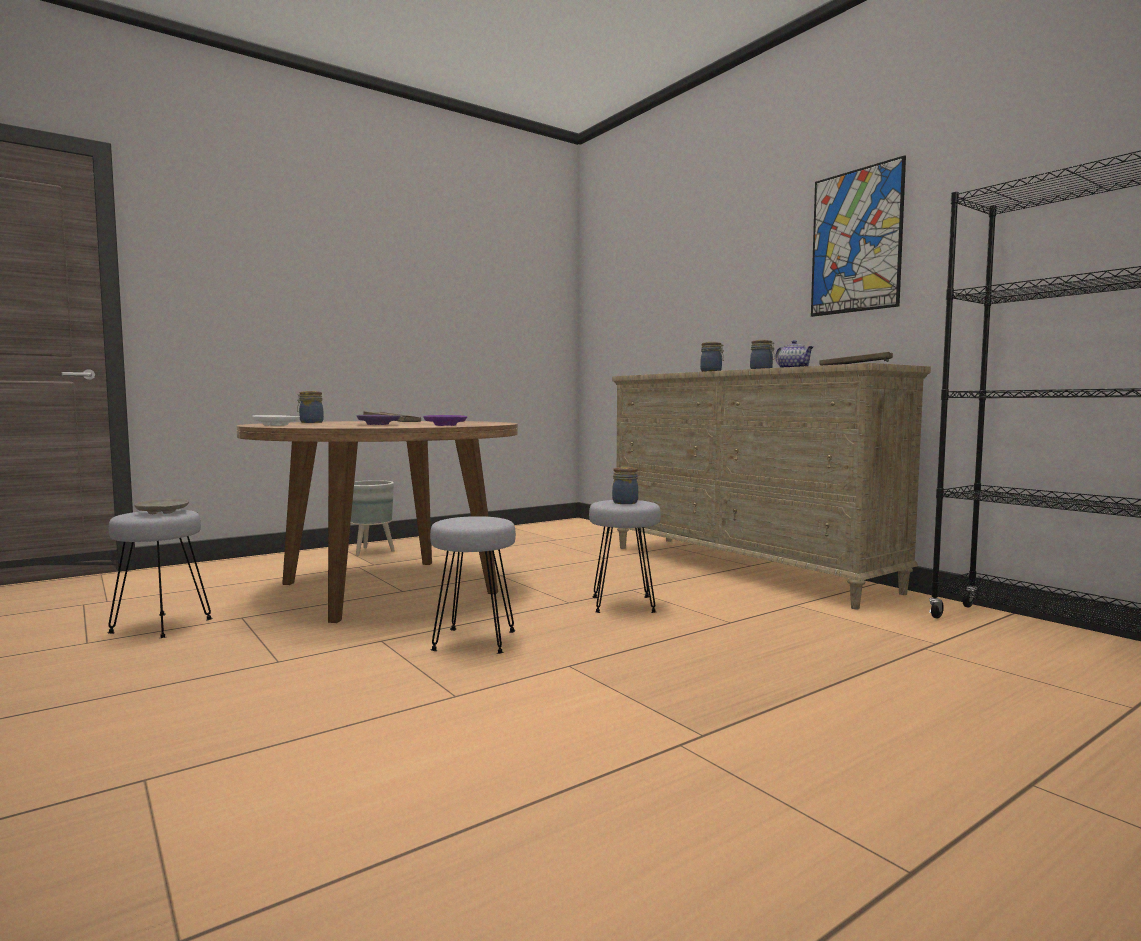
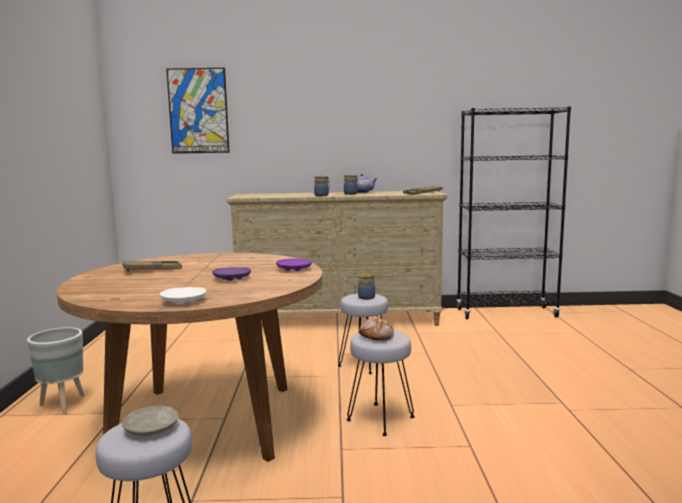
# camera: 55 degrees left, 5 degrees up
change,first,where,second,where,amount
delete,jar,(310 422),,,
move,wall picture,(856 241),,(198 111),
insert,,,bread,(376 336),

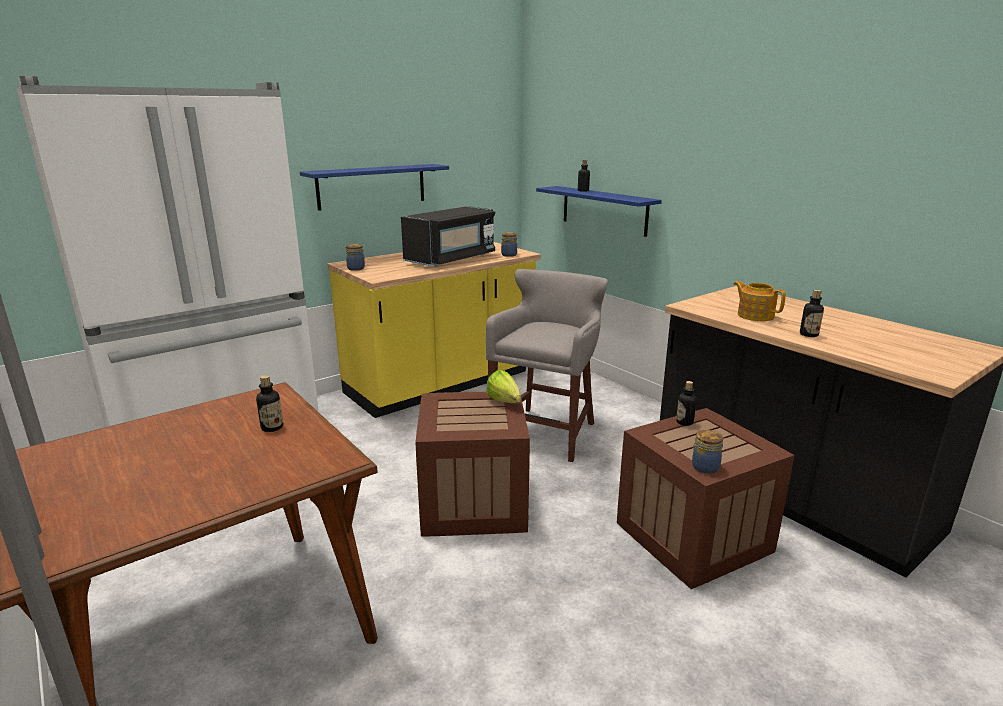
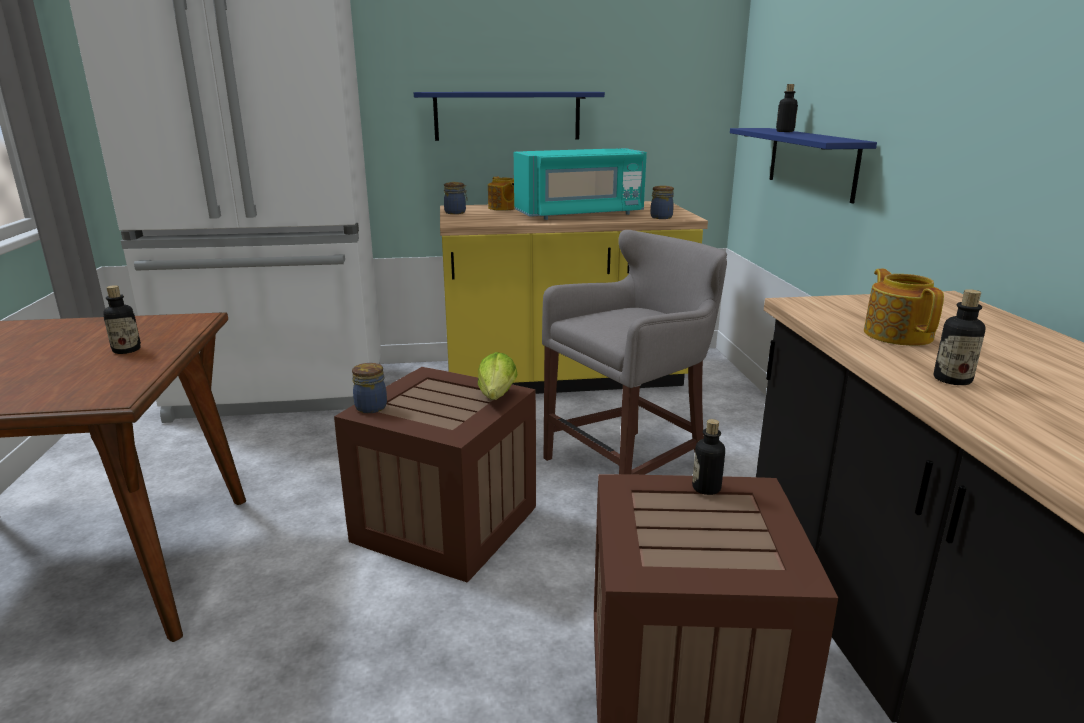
# camera: 30 degrees right, 0 degrees up
change,first,where,second,where,amount
recolor,microwave (black),(451 259),microwave (blue-green),(580 214),
move,jar,(704 466),,(371 407),
insert,,,teapot,(503 208),

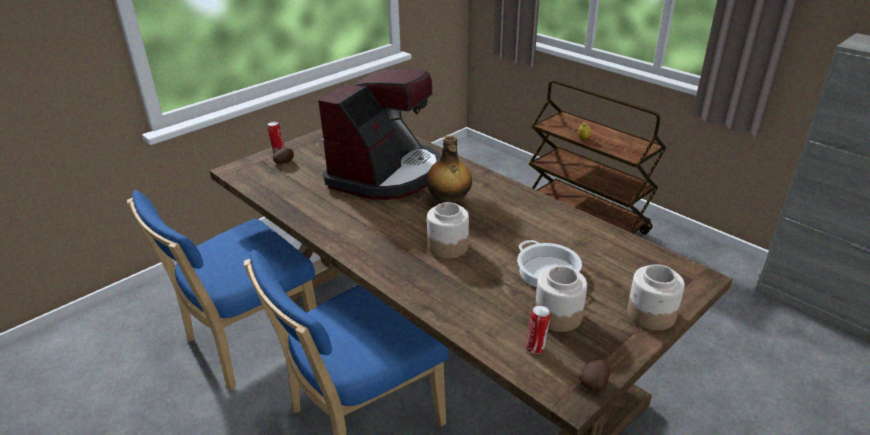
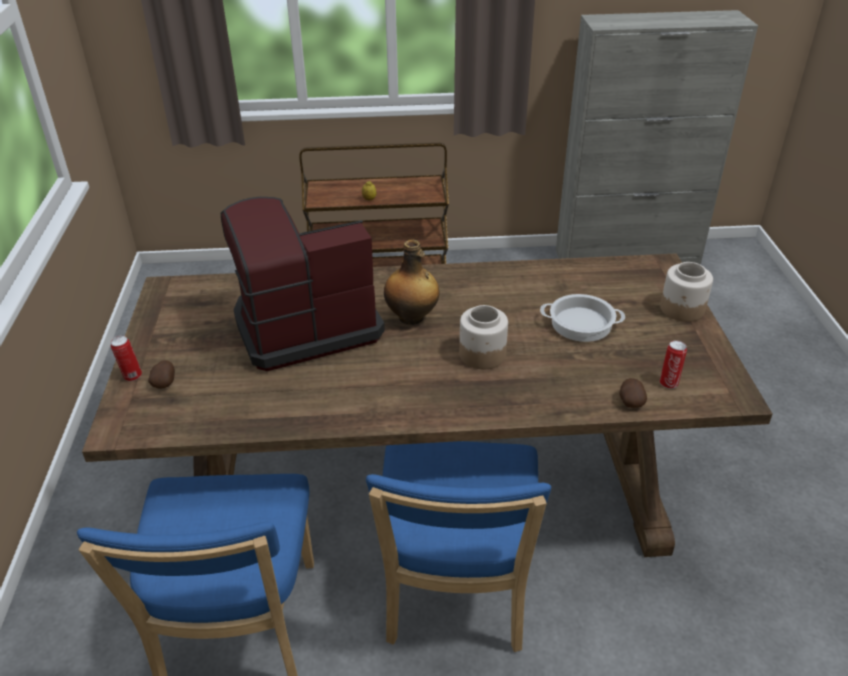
# camera: 50 degrees left, 5 degrees up
change,first,where,second,where,amount
rotate,coffee brewer,(386 174),,(304 326),90 degrees counterclockwise
delete,jar,(557 315),,,
move,whole potato,(594 383),,(630 401),

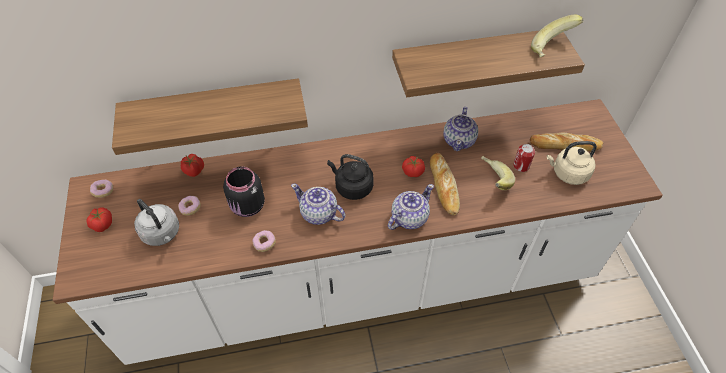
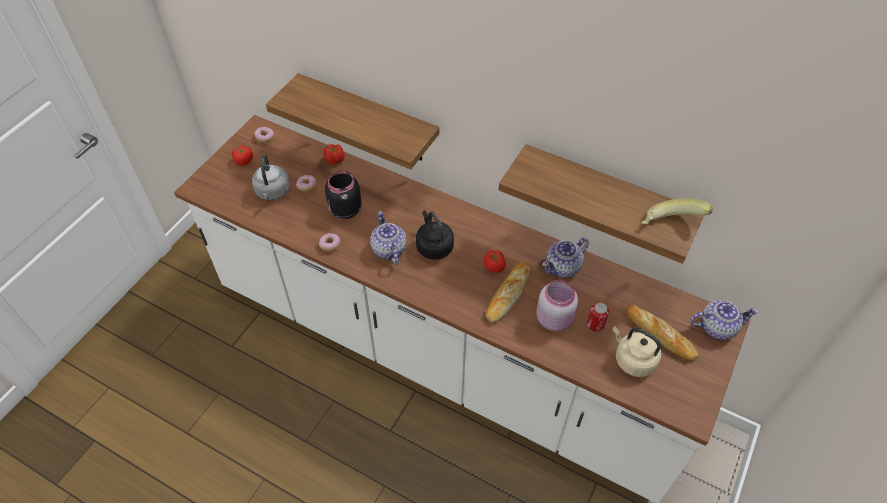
# camera: 40 degrees right, 0 degrees up
change,first,where,second,where,amount
move,teapot,(408 218),,(716 327),
replace,whole banana,(492 181),jar (pinkish),(554 318),

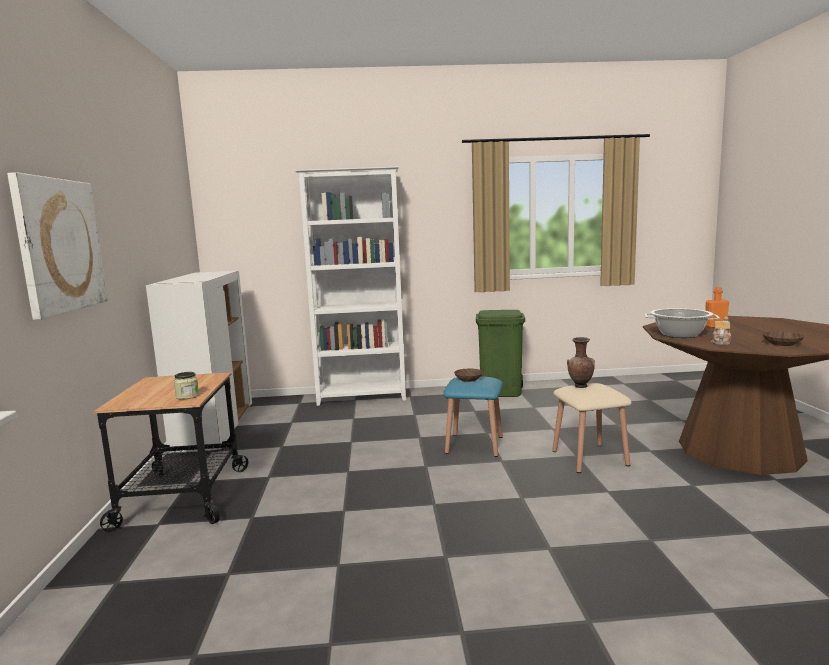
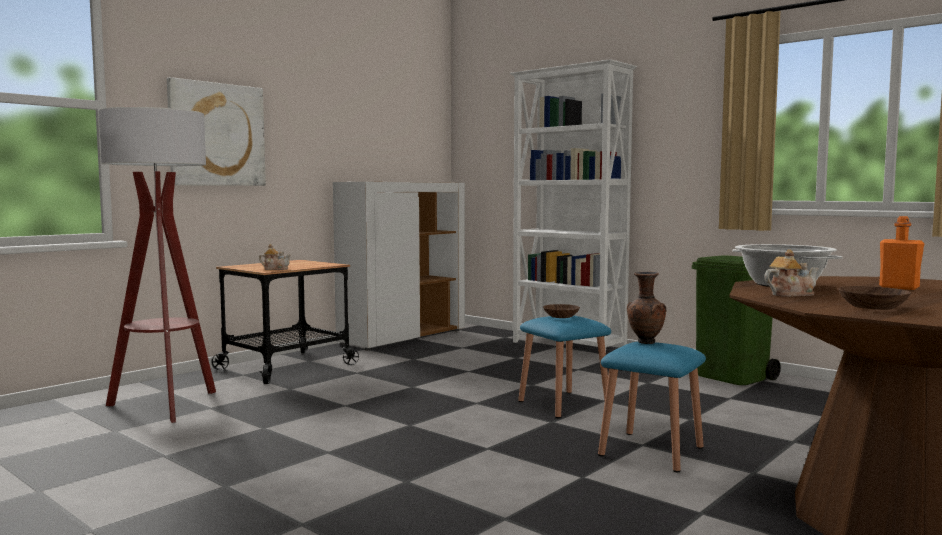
# camera: 45 degrees right, 5 degrees down
change,first,where,second,where,amount
replace,jar,(187 396),teapot,(275 269),
recolor,stool (beige-coloured),(589 458),stool (blue-coloured),(651 451),
insert,,,standard lamp,(165 406),

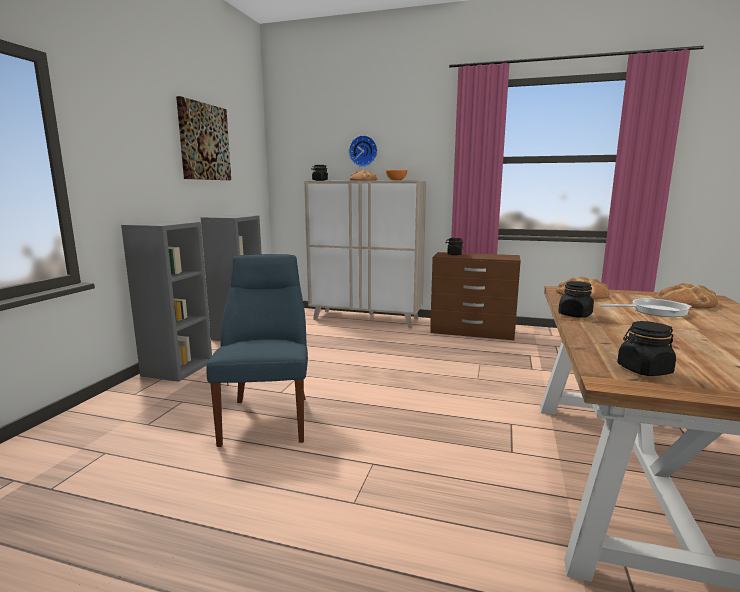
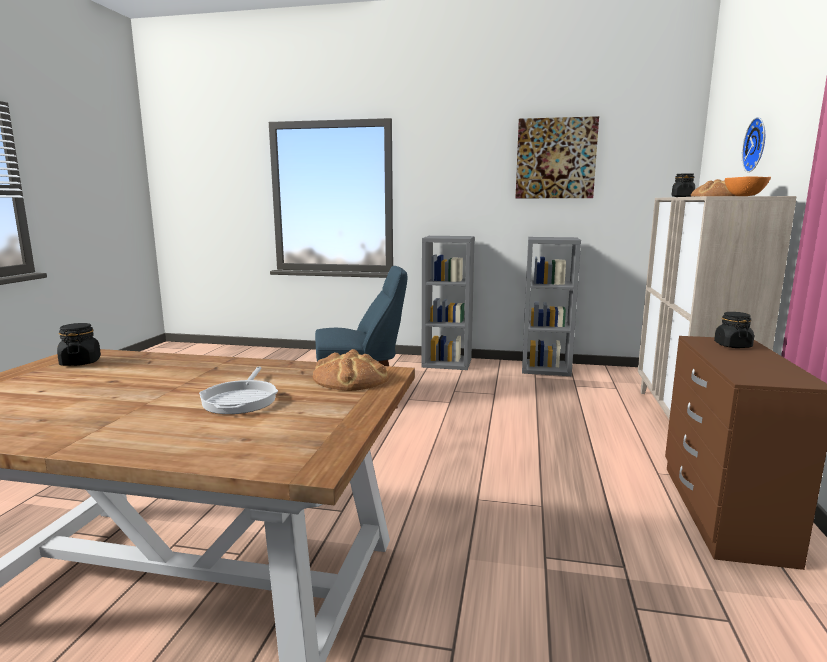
# camera: 85 degrees right, 0 degrees up
change,first,where,second,where,amount
delete,jar (black),(575 315),,,
delete,bread,(685 302),,,

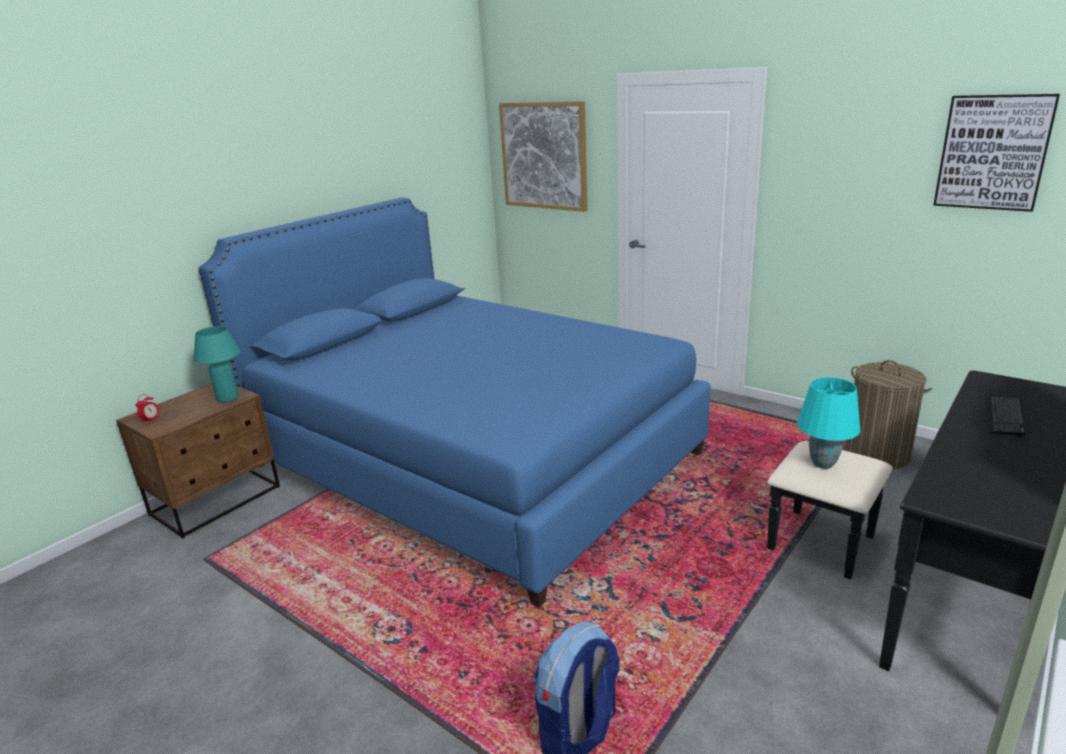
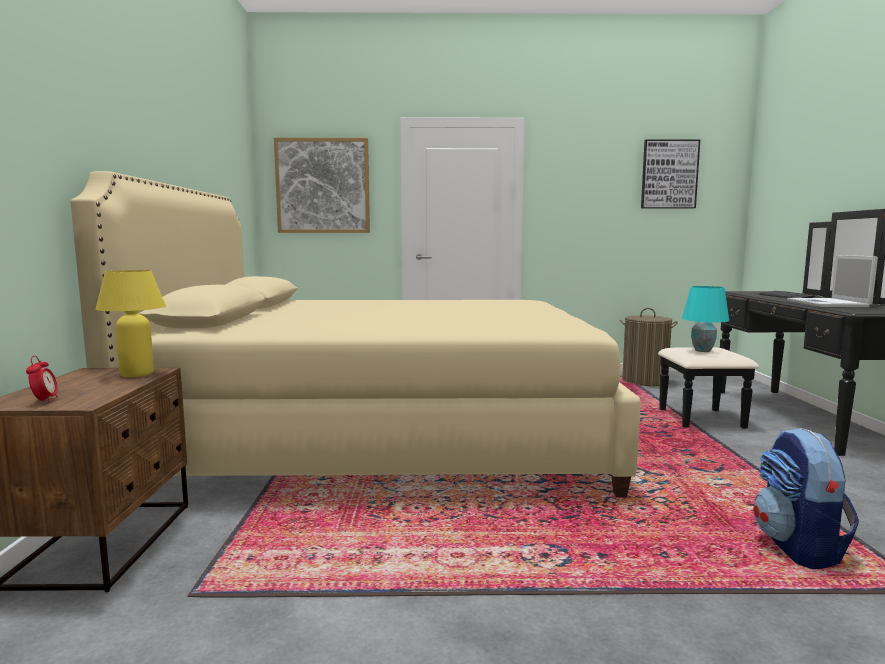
# camera: 40 degrees left, 15 degrees down
change,first,where,second,where,amount
recolor,tabletop lamp (blue-green),(228 398),tabletop lamp (yellow-coloured),(137 374),
recolor,bedroom bed (blue-coloured),(473 459),bedroom bed (beige-coloured),(385 437),
insert,,,portable computer,(828 304),

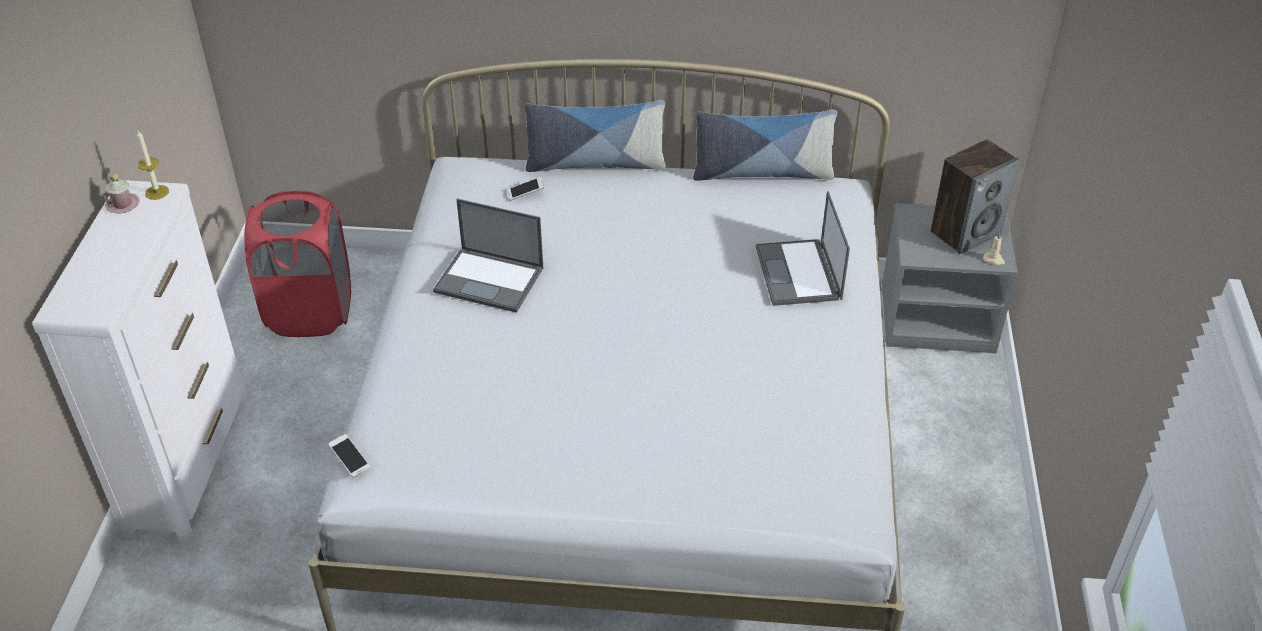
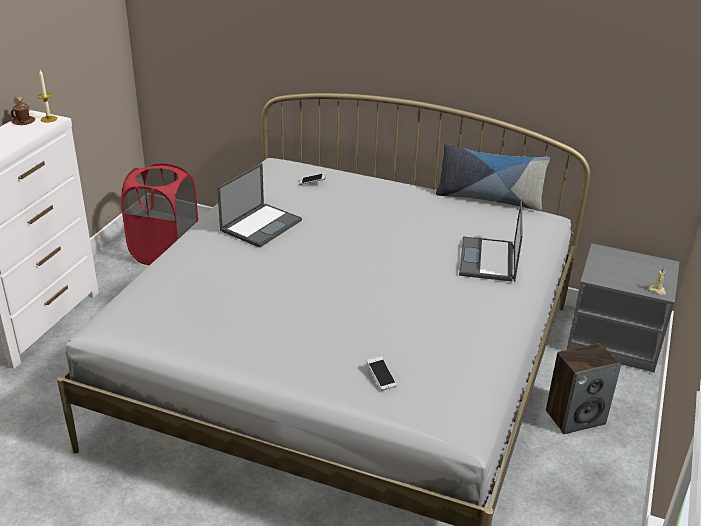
# camera: 15 degrees right, 10 degrees down
change,first,where,second,where,amount
recolor,mug (pinkish),(123 204),mug (brown-coloured),(23 121),
move,telephone,(350 460),,(381 377),
rotate,portable computer,(490 280),,(261 225),90 degrees counterclockwise
delete,cushion,(595 163),,,
move,loudspeaker,(965 232),,(575 417),

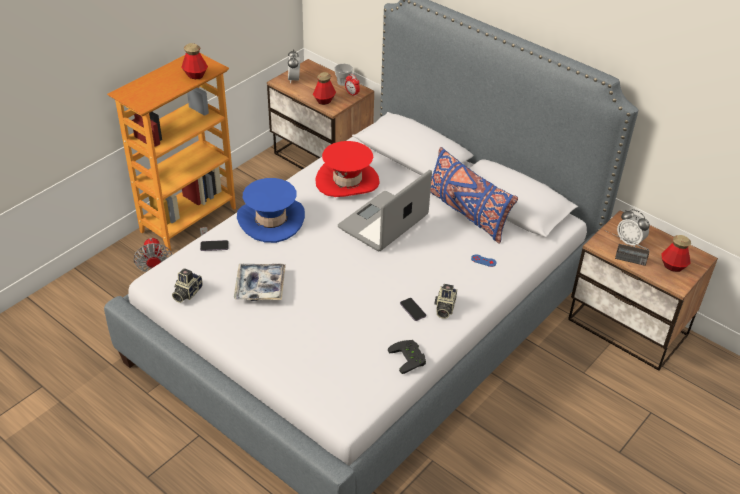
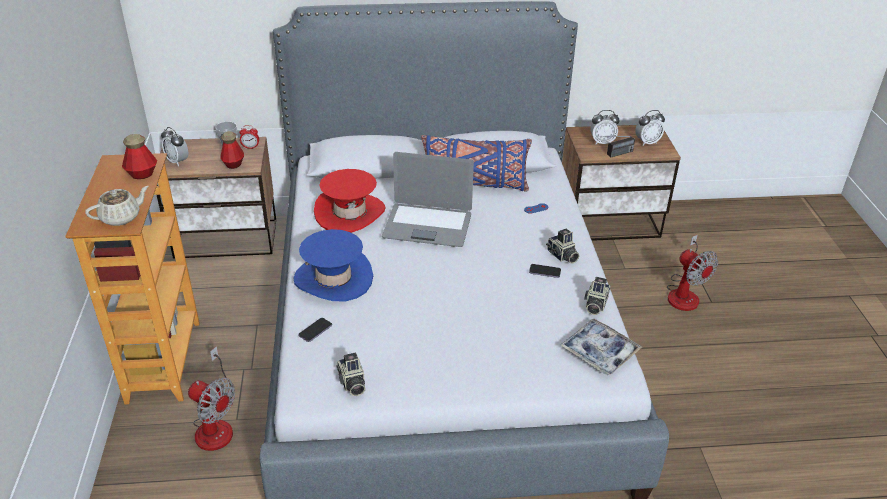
# camera: 45 degrees left, 5 degrees down
change,first,where,second,where,amount
move,tray,(260 286),,(599 352),
rotate,portable computer,(384 223),,(427 225),75 degrees counterclockwise
replace,game controller (black),(410 358),photo camera,(595 305),
replace,bottle,(673 266),table clock,(647 142),
insert,,,teapot (beige-coloured),(121 217),
insert,,,cooling fan,(684 293),

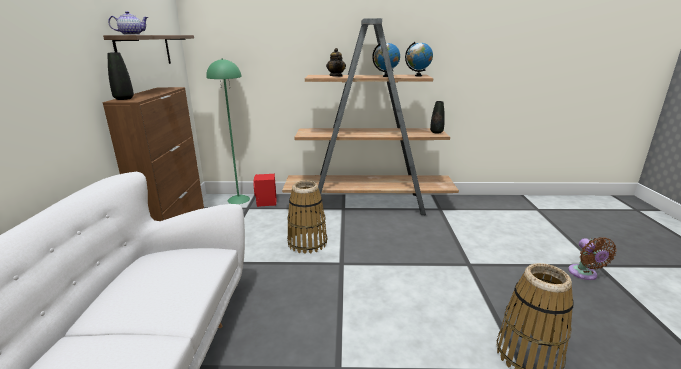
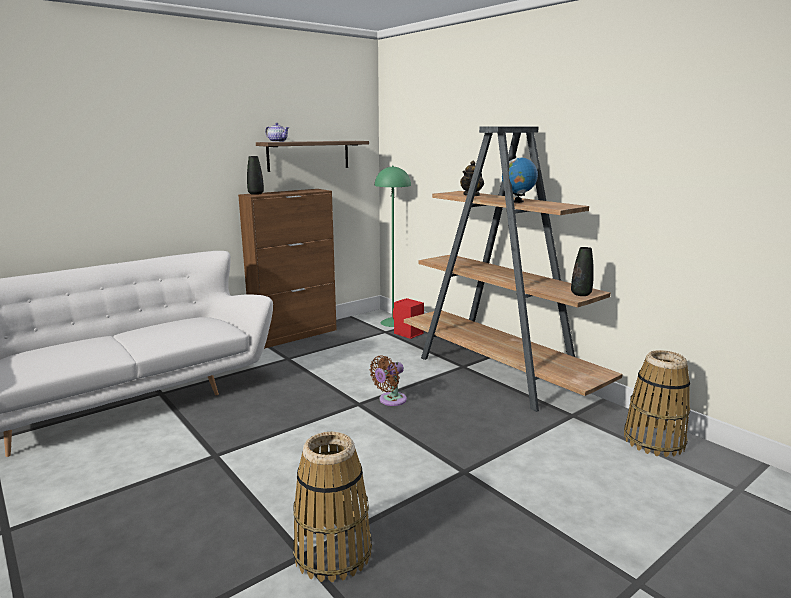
# camera: 50 degrees right, 5 degrees down
change,first,where,second,where,amount
move,basket,(307 243),,(653 441),
delete,desk globe,(418 76),,,
move,cooling fan (brown-coloured),(584 274),,(390 400),

